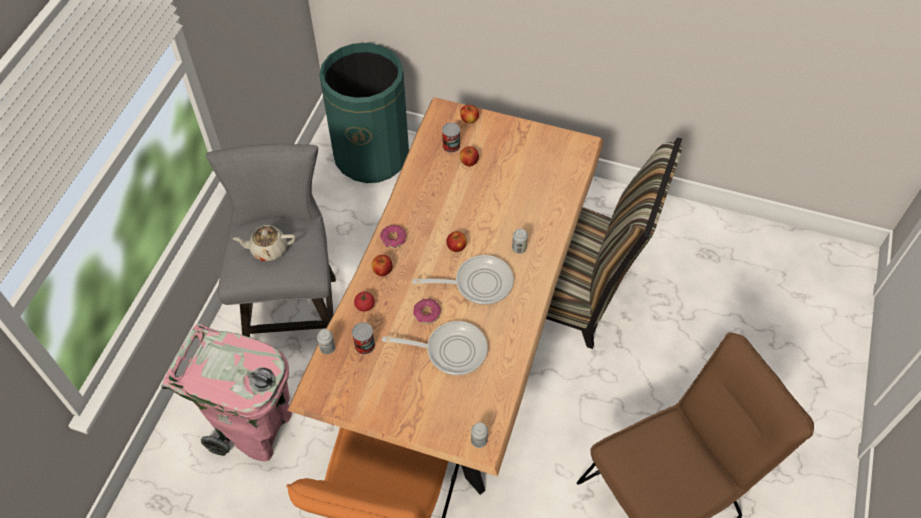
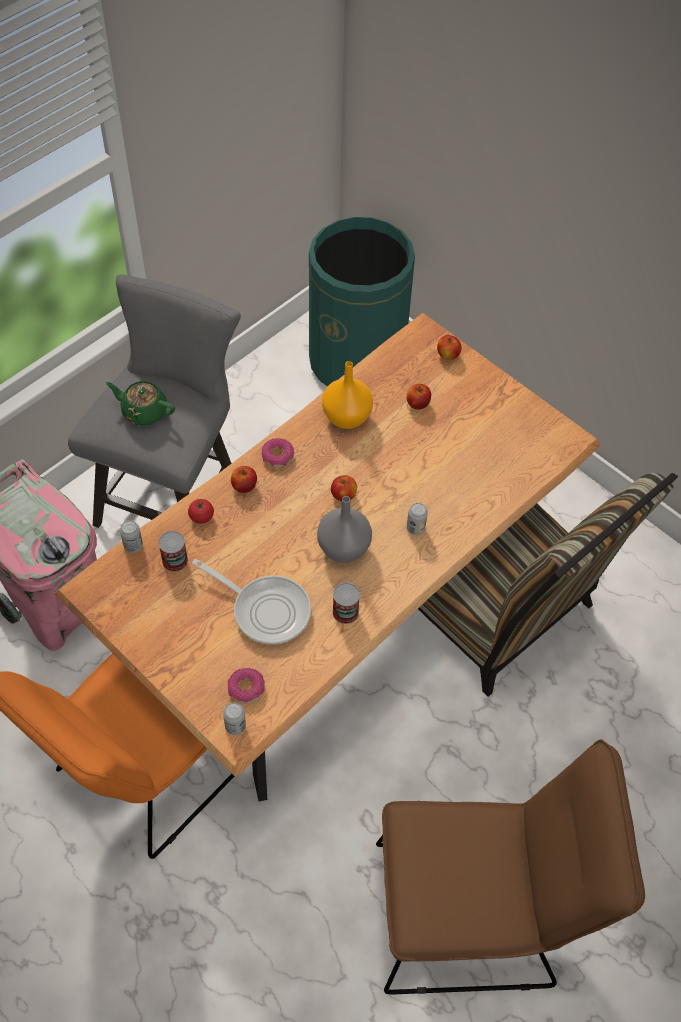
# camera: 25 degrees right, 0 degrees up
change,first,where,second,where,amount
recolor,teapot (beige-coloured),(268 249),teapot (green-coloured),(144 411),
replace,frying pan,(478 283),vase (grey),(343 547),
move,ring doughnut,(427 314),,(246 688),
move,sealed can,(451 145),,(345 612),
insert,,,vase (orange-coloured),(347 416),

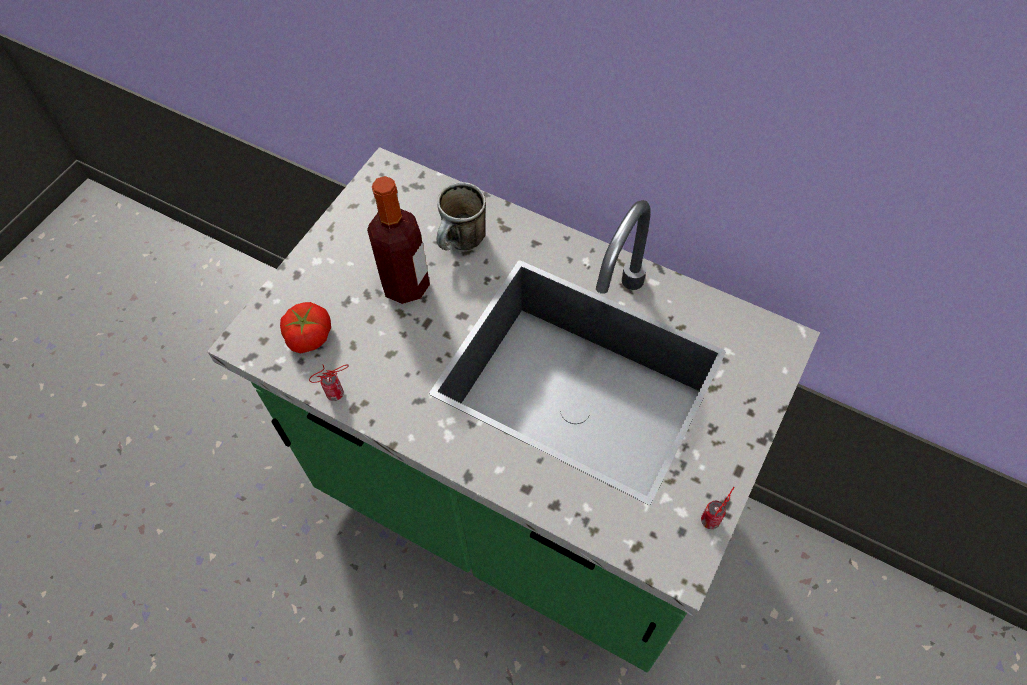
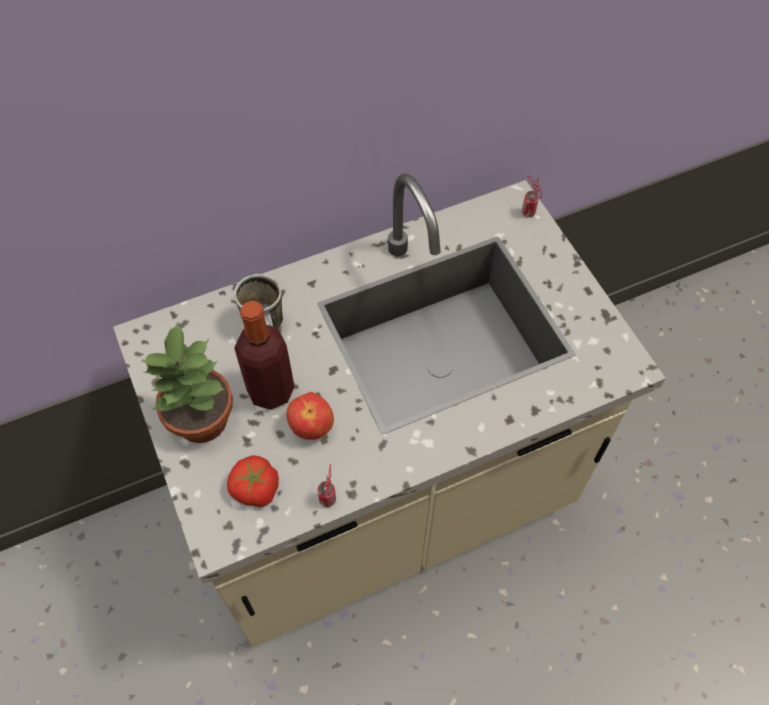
# camera: 55 degrees left, 0 degrees up
change,first,where,second,where,amount
recolor,counter (green-coloured),(519 505),counter (beige-coloured),(384 505),
move,sealed can,(711 518),,(527 211),
insert,,,houseplant,(201 421),
insert,,,apple fruit,(312 428),

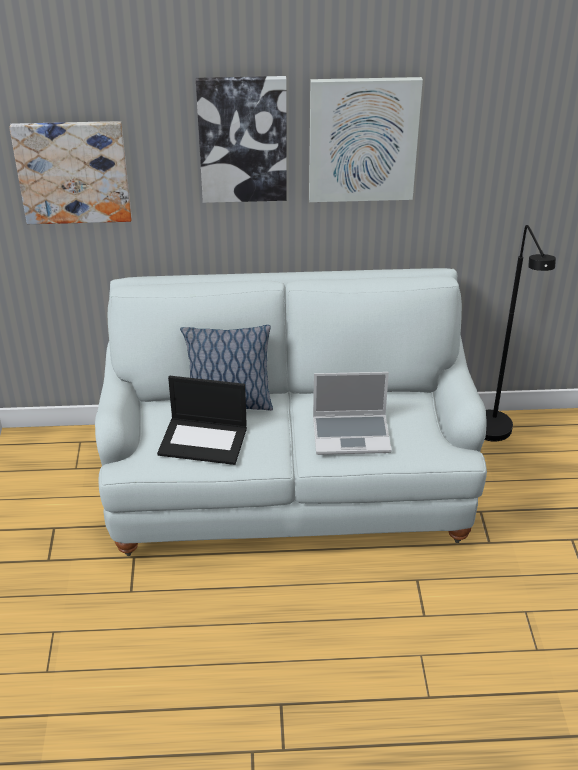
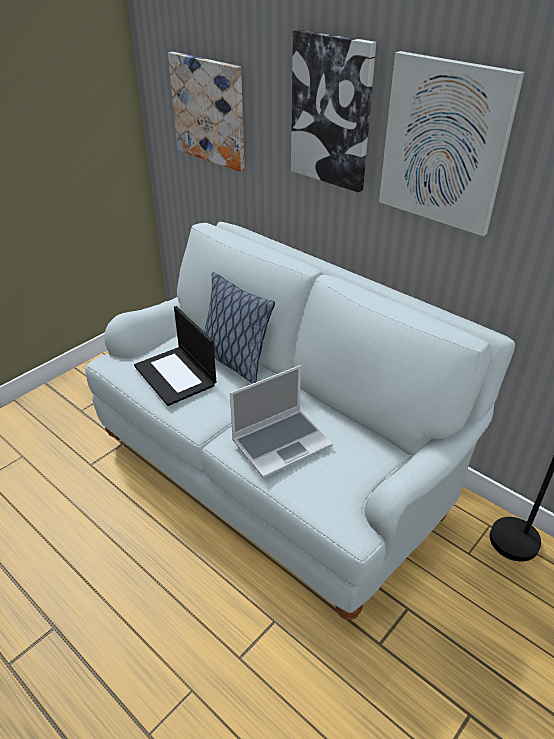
# camera: 45 degrees right, 0 degrees up
change,first,where,second,where,amount
rotate,portable computer,(352 435),,(282 443),75 degrees counterclockwise

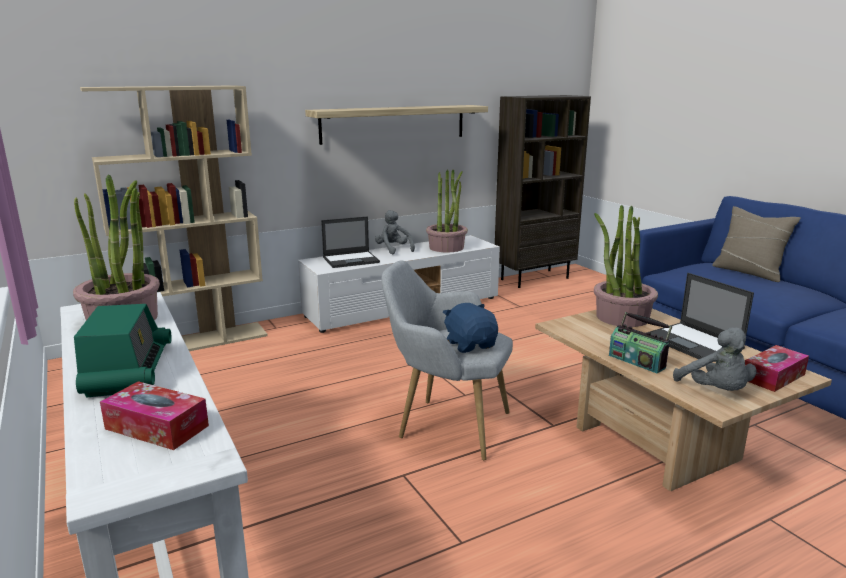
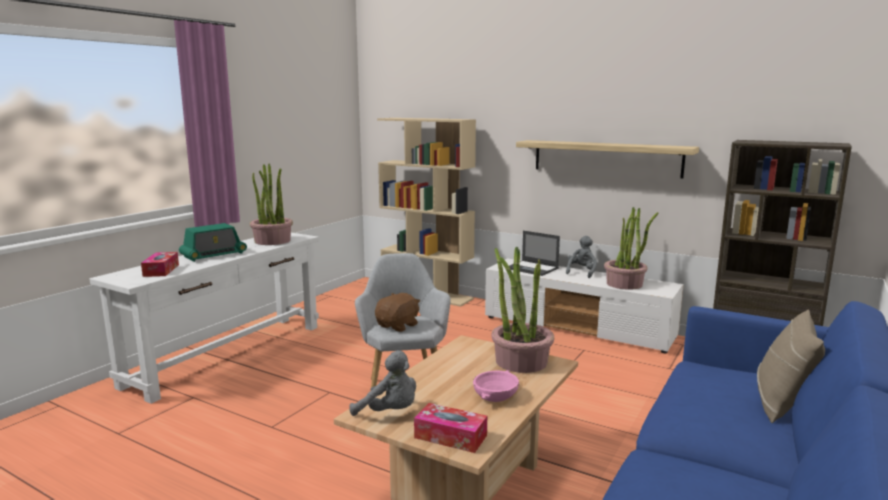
# camera: 60 degrees right, 5 degrees down
change,first,where,second,where,amount
recolor,plush toy (blue-coloured),(470 344),plush toy (brown-coloured),(398 326),
delete,radio receiver,(637 361),,,
replace,portable computer,(694 343),serving bowl (pinkish),(496 396),
rotate,plush toy (grey),(716 391),,(389 412),105 degrees counterclockwise

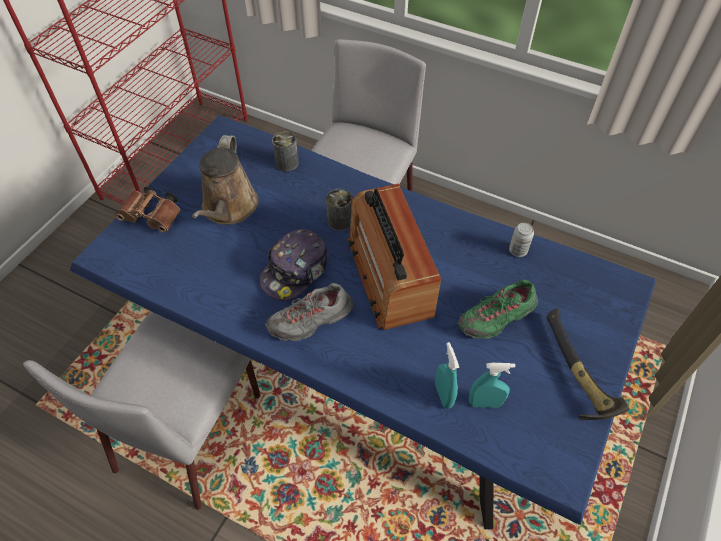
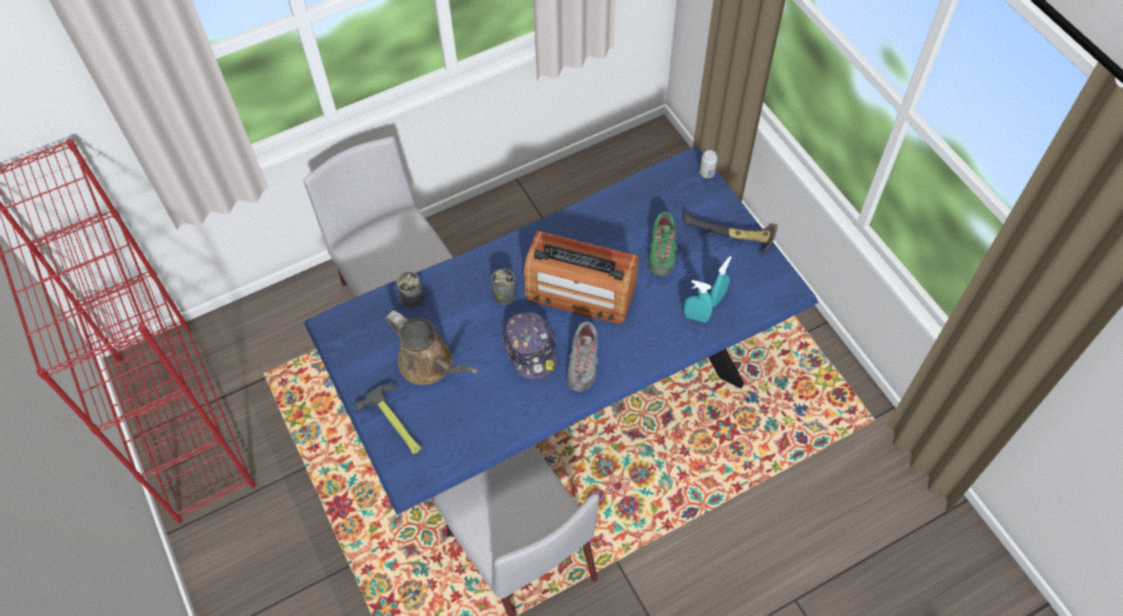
# camera: 55 degrees left, 5 degrees up
change,first,where,second,where,amount
replace,field glasses (brown-coloured),(154 217),tool hammer,(395 423),
move,sealed can,(518 251),,(707 173),

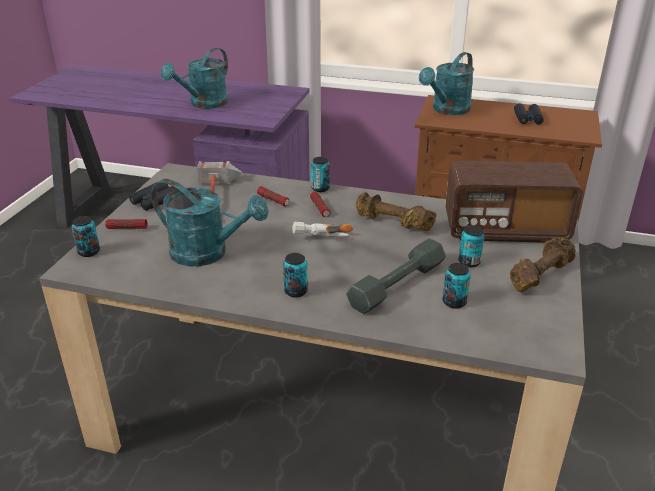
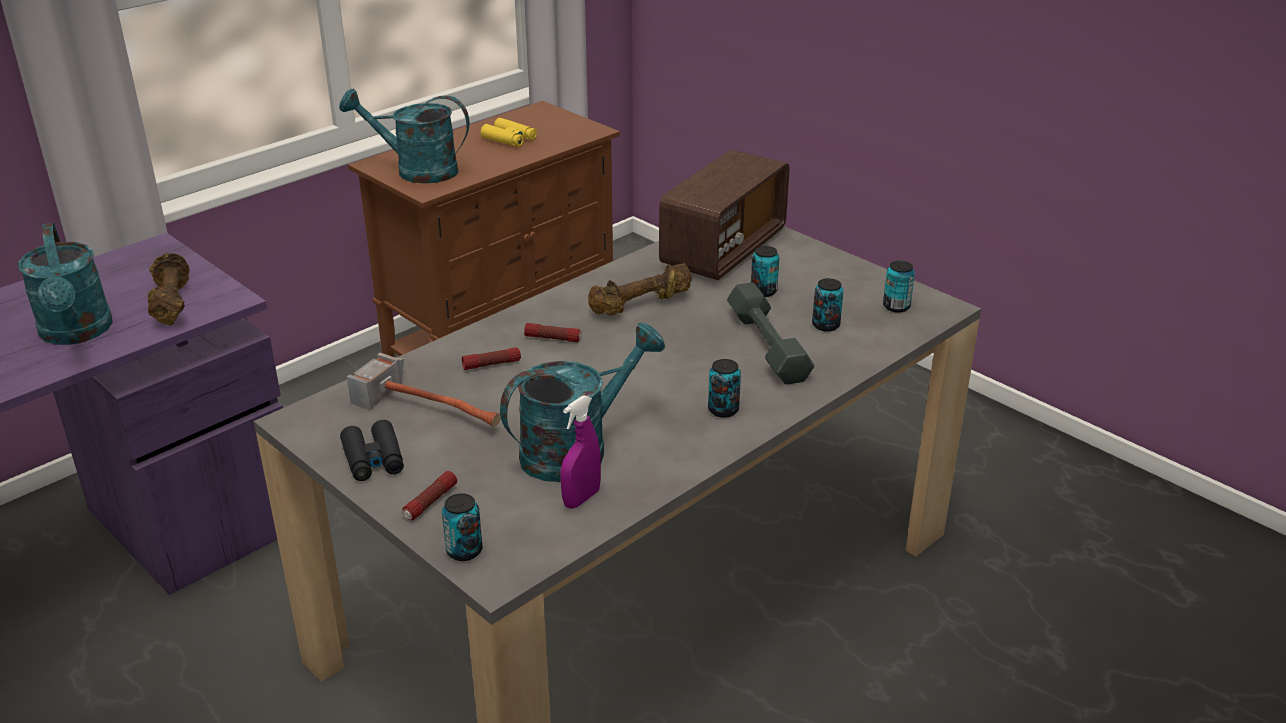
# camera: 60 degrees left, 0 degrees up
change,first,where,second,where,amount
delete,tool hammer,(321 256),,,
move,sealed can,(320 188),,(896 306),
rotate,watering pot (blue-green),(447 110),,(416 171),120 degrees clockwise
move,dumbbell (brown-coloured),(539 275),,(170 303),
recolor,field glasses (black),(528 119),field glasses (yellow-coloured),(509 139),
insert,,,sprayer (purple-coloured),(581 498),

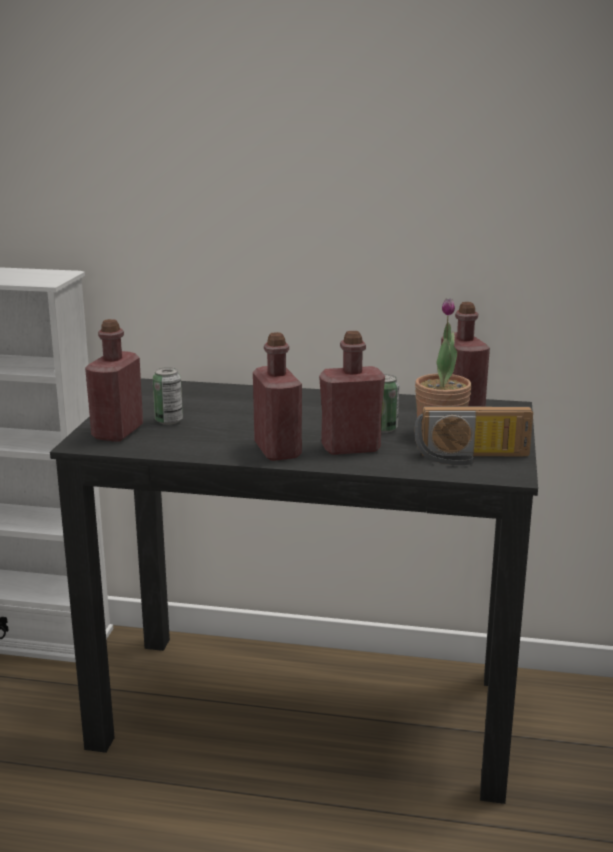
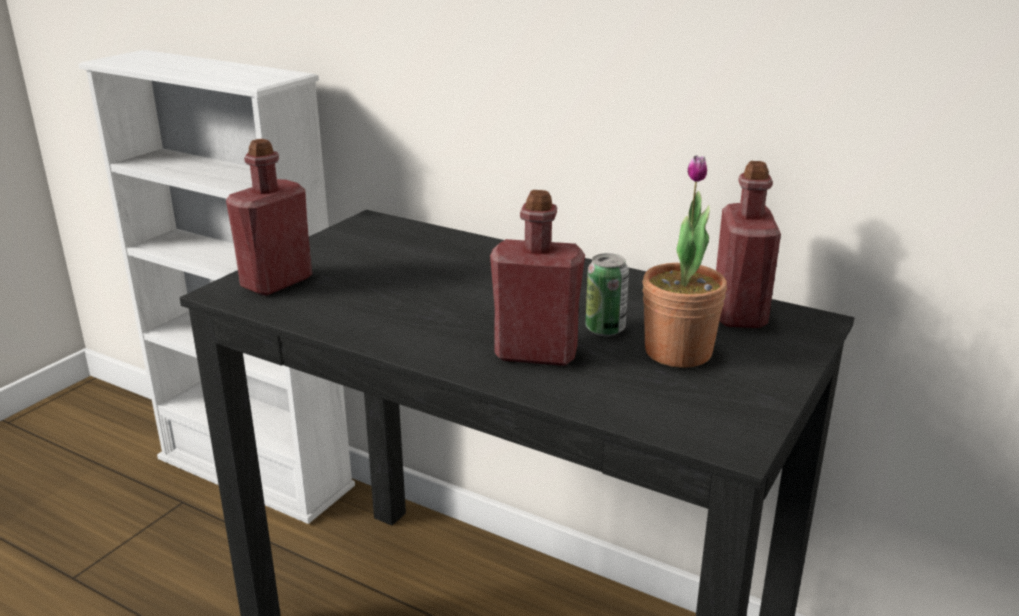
# camera: 20 degrees right, 5 degrees up
change,first,where,second,where,amount
delete,sealed can,(169 421),,,
delete,bottle (reddish),(277 450),,,
delete,radio receiver,(472 458),,,

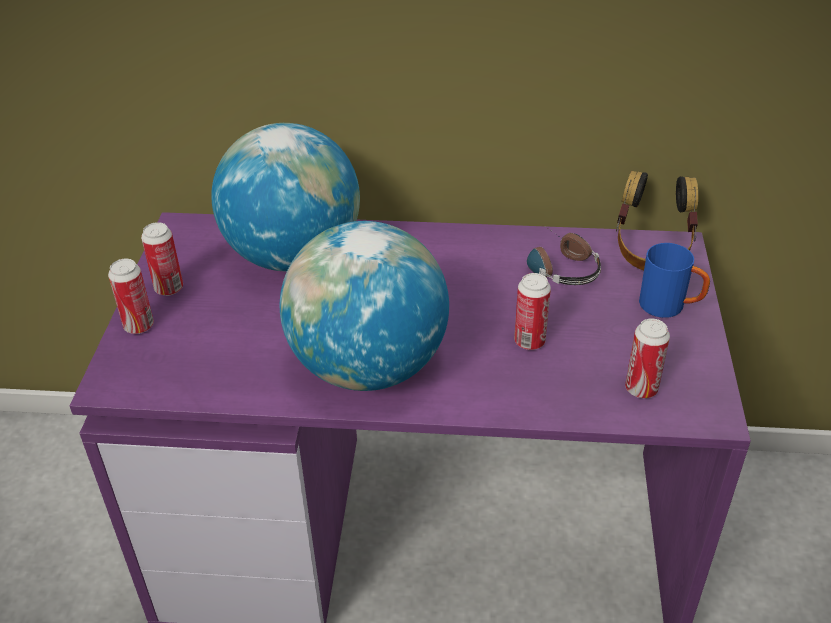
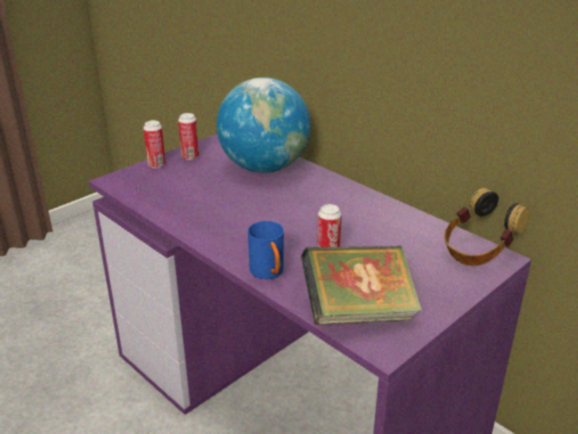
# camera: 40 degrees right, 10 degrees down
change,first,where,second,where,amount
delete,desk globe,(368 367),,,
delete,headset,(557 266),,,
replace,sealed can,(641 389),volume,(358 312),
move,mug (blue-coloured),(670 307),,(269 274),

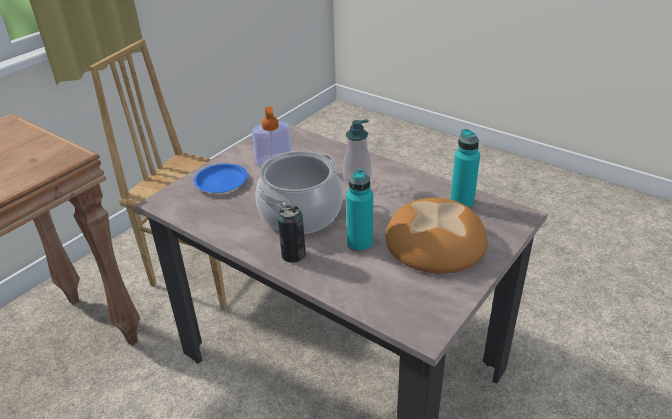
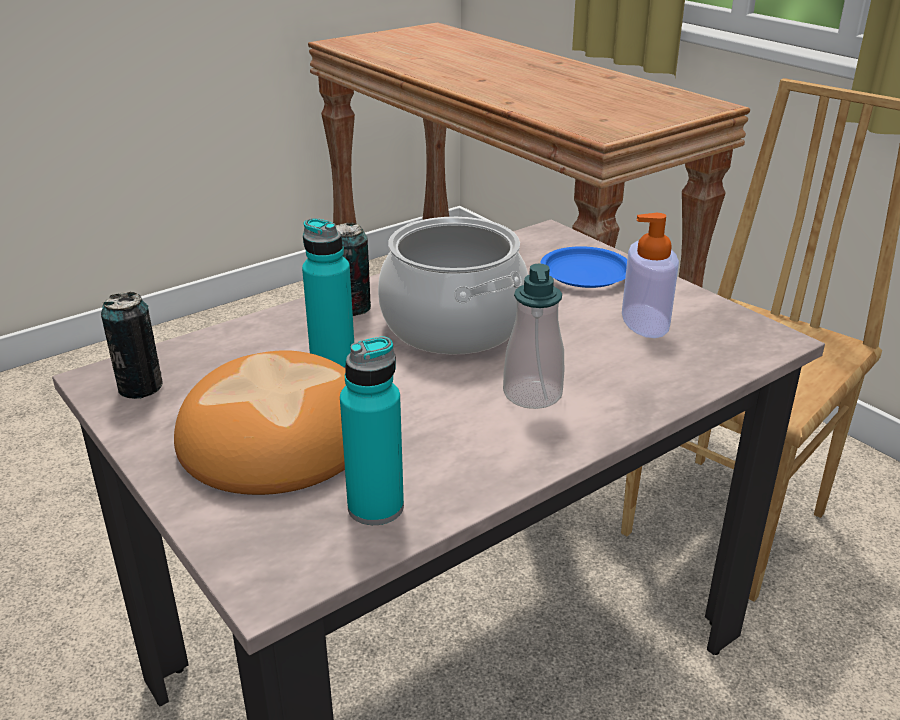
# camera: 105 degrees right, 5 degrees down
change,first,where,second,where,amount
insert,,,sealed can,(140 387),

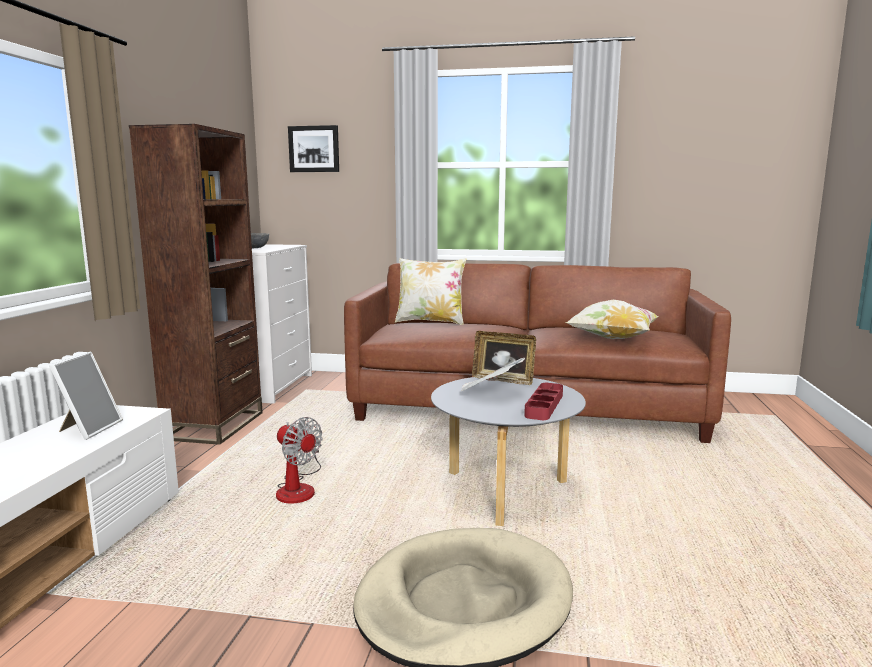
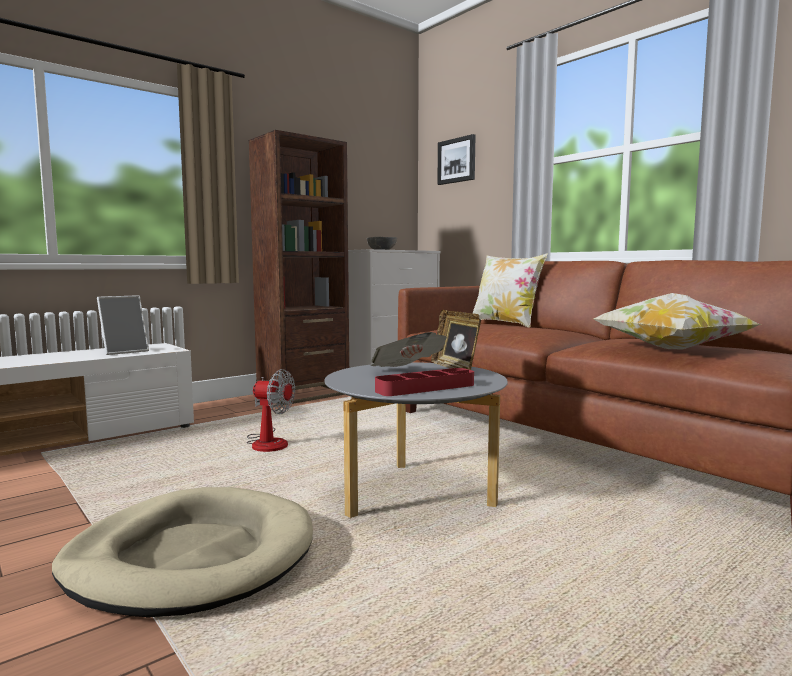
# camera: 40 degrees right, 5 degrees down
change,first,where,second,where,amount
rotate,cooling fan,(299 488),,(268 442),60 degrees counterclockwise

